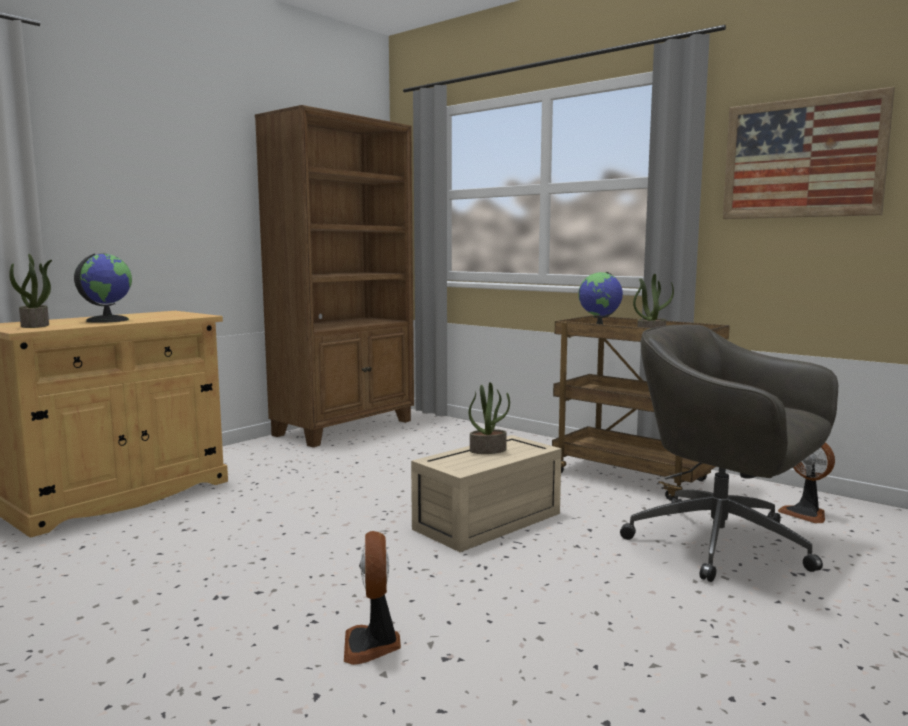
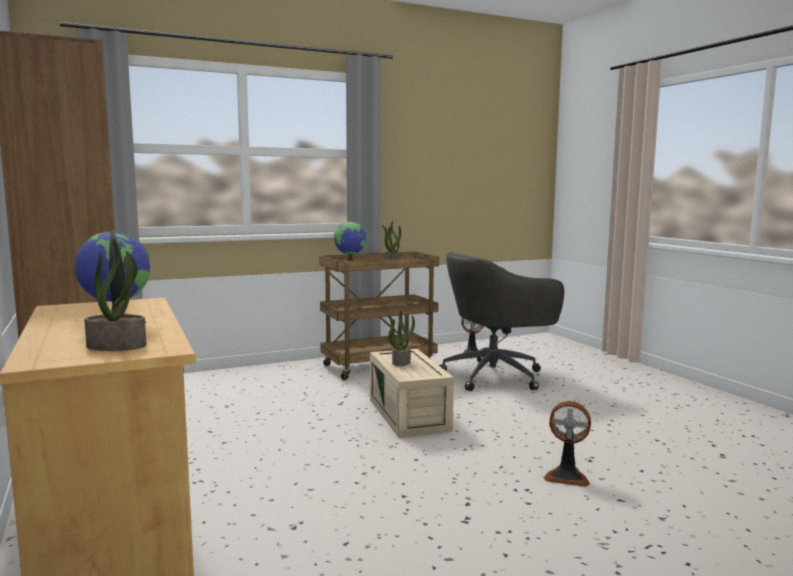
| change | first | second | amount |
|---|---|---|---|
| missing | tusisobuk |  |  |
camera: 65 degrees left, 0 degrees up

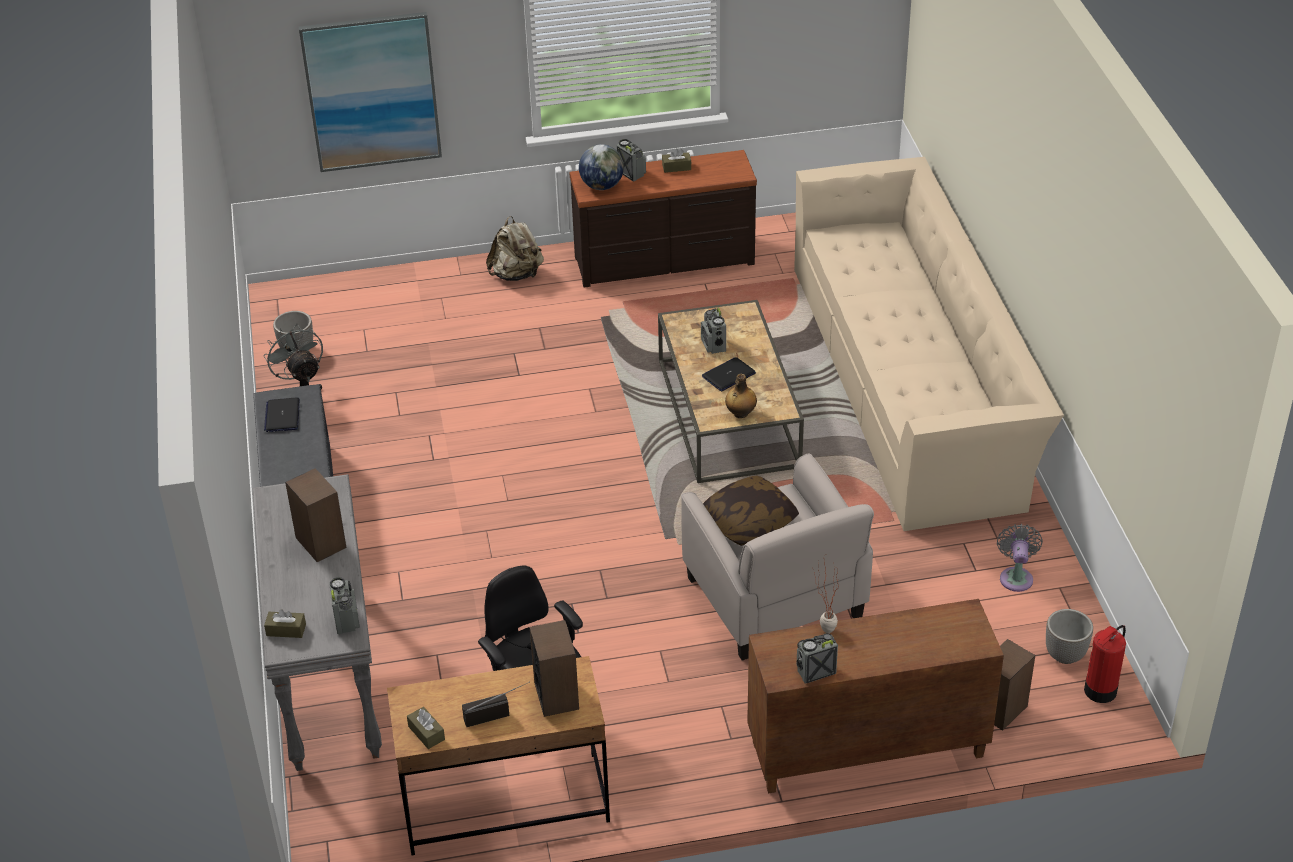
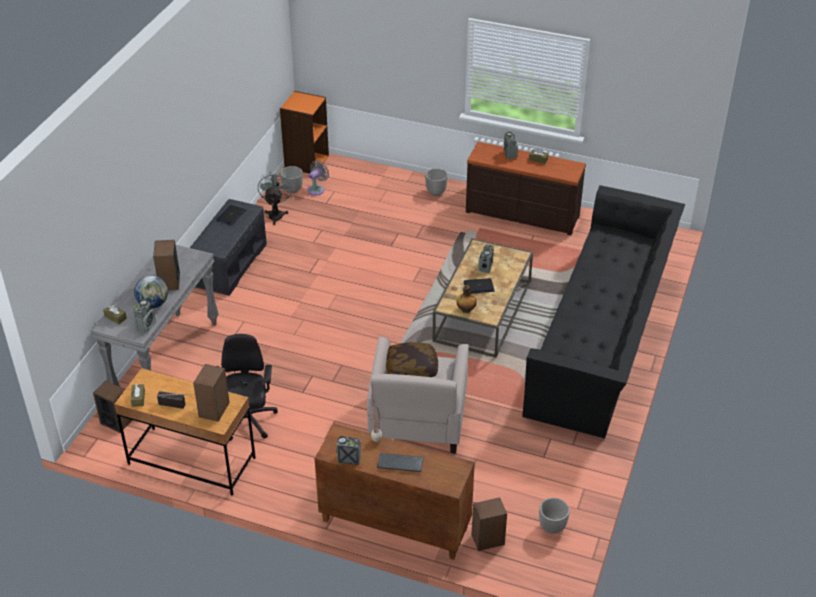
| change | first | second | amount |
|---|---|---|---|
| missing | tusisobuk |  |  |
| relocated | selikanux |  |  |
| colour | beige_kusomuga | black_kusomuga |  |
| exchanged | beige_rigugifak | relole (no. 2 from left) |  |
| relocated | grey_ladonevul (no. 2 from left) |  |  |
| missing | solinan |  |  |
| appeared |  | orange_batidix |  |
| appeared |  | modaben (no. 1 from left) |  |
| appeared |  | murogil |  |
camera: 30 degrees right, 0 degrees up

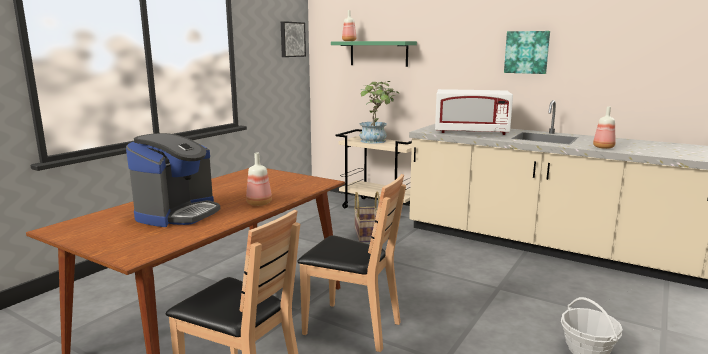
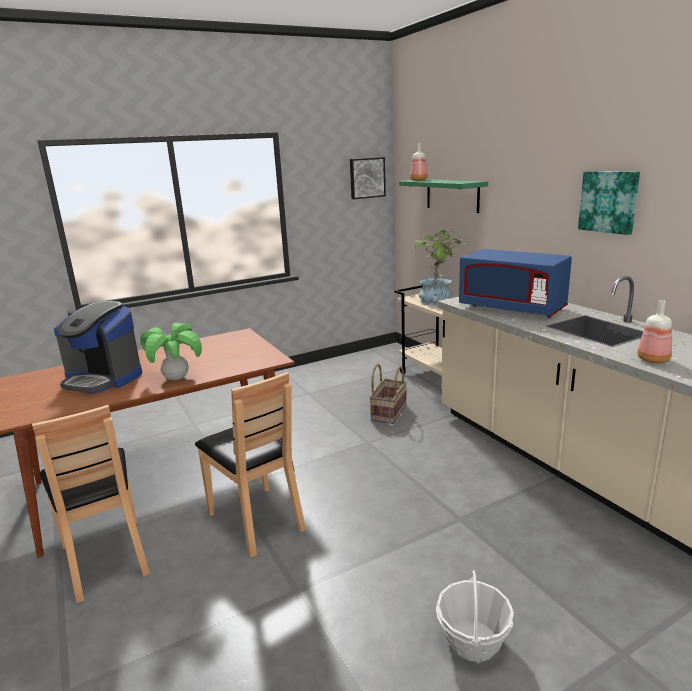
| change | first | second | amount |
|---|---|---|---|
| colour | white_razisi | blue_razisi |  |
| spun | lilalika |  | 60 degrees clockwise |
| exchanged | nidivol (no. 1 from left) | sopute (no. 1 from left) |  |
camera: 30 degrees right, 5 degrees up

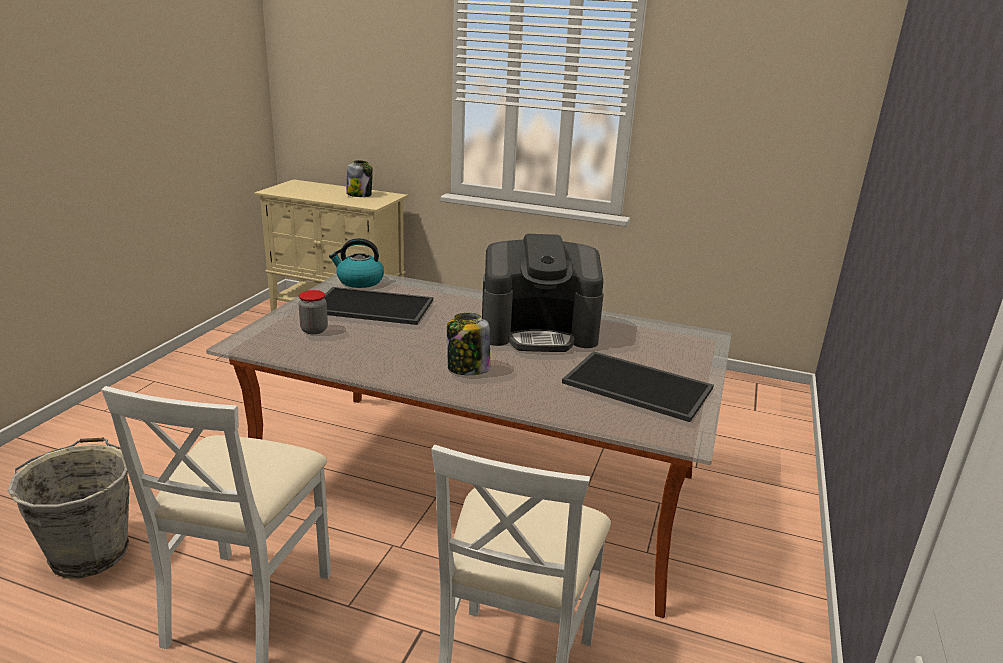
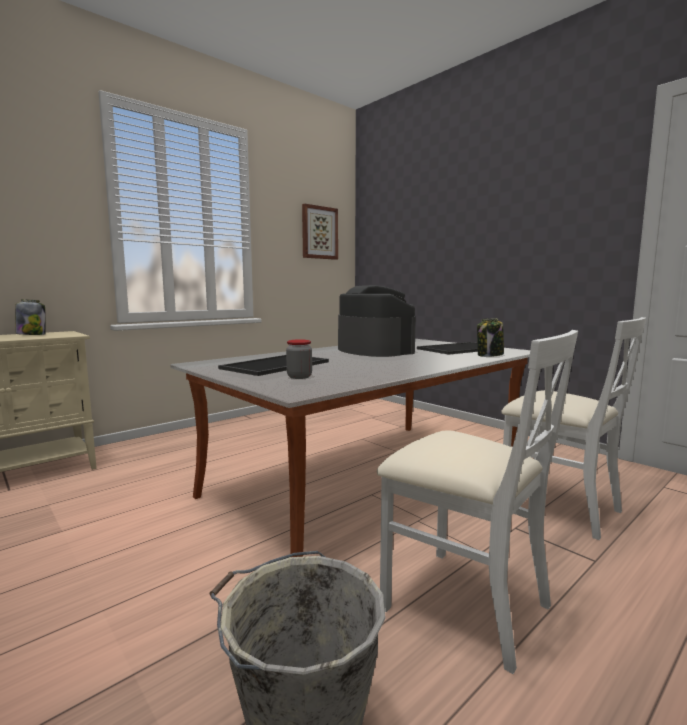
| change | first | second | amount |
|---|---|---|---|
| spun | lilalika |  | 60 degrees counterclockwise |
| missing | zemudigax |  |  |
| relocated | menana (no. 3 from left) |  |  |
| appeared |  | tusisobuk |  |
camera: 60 degrees left, 15 degrees down

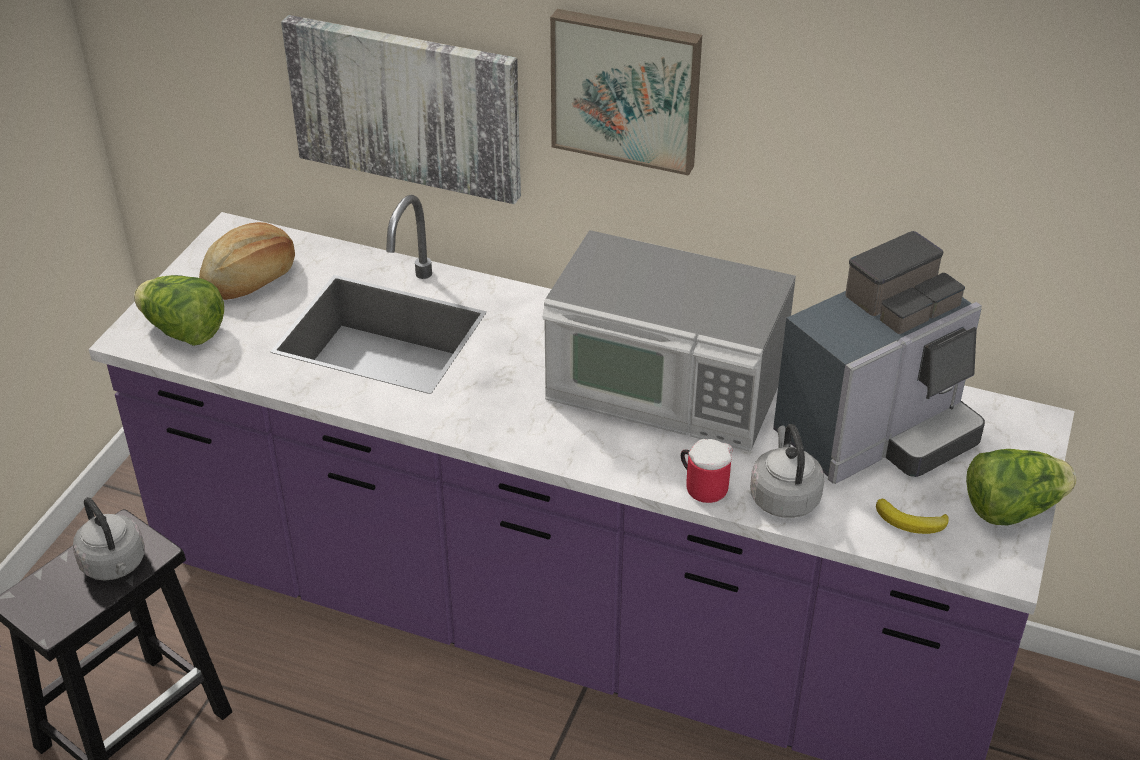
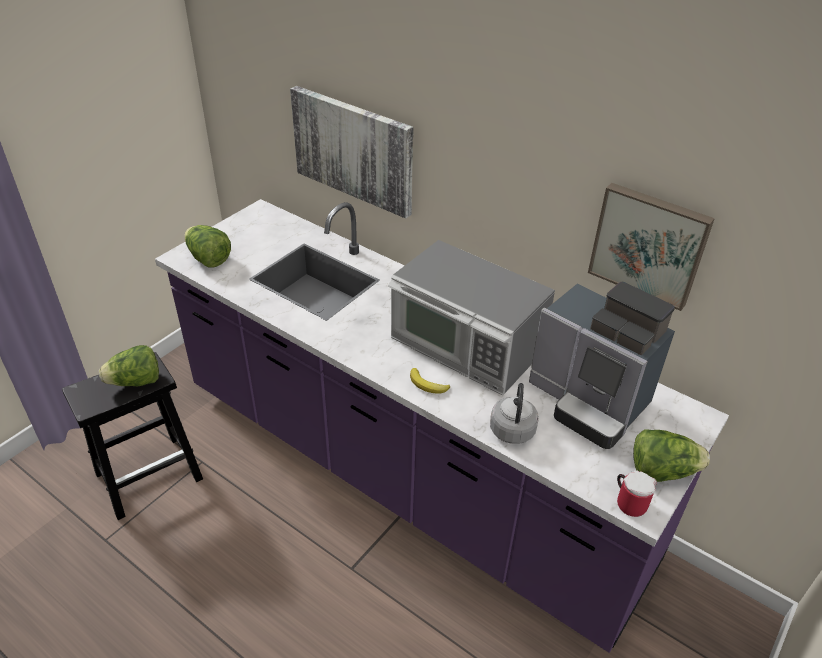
| change | first | second | amount |
|---|---|---|---|
| relocated | tusisobuk (no. 2 from left) |  |  |
| missing | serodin |  |  |
| spun | lilalika |  | 60 degrees clockwise |
| relocated | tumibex |  |  |
| exchanged | grey_zemudigax (no. 1 from left) | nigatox (no. 1 from left) |  |
| relocated | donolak |  |  |
camera: 15 degrees right, 0 degrees up

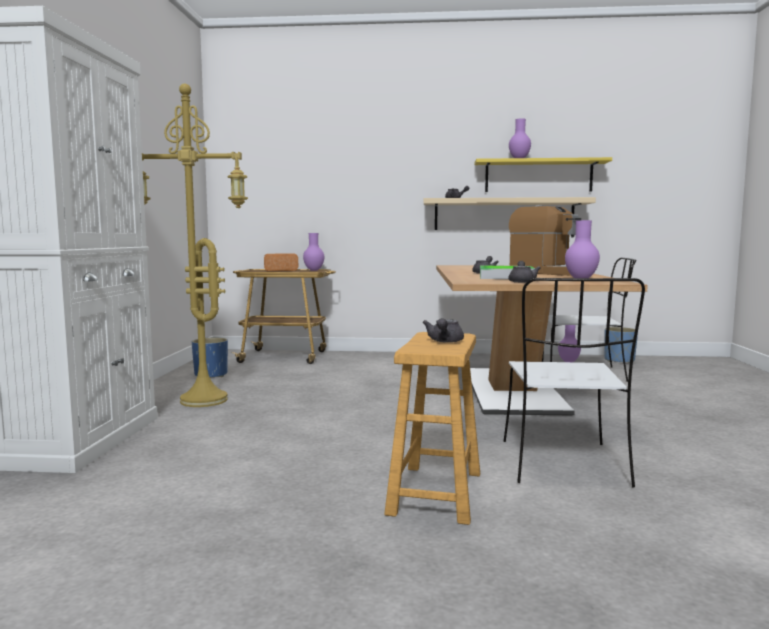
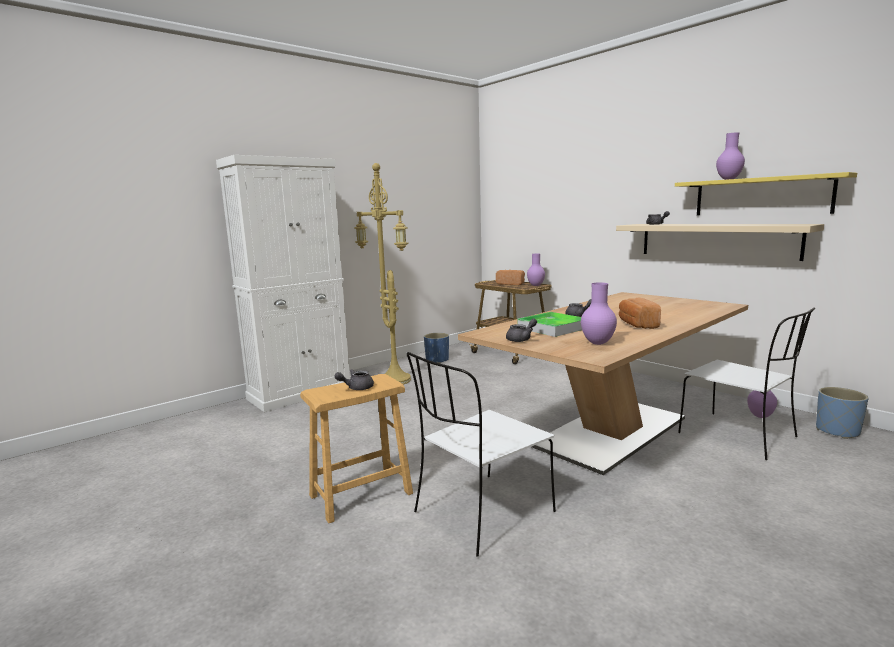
| change | first | second | amount |
|---|---|---|---|
| exchanged | lilalika | serodin (no. 2 from left) |  |
camera: 45 degrees right, 5 degrees up

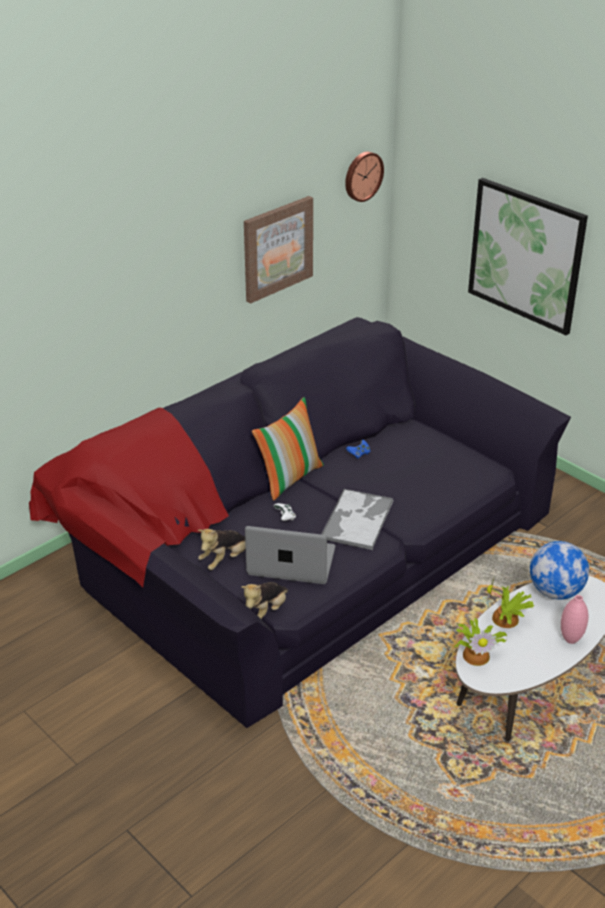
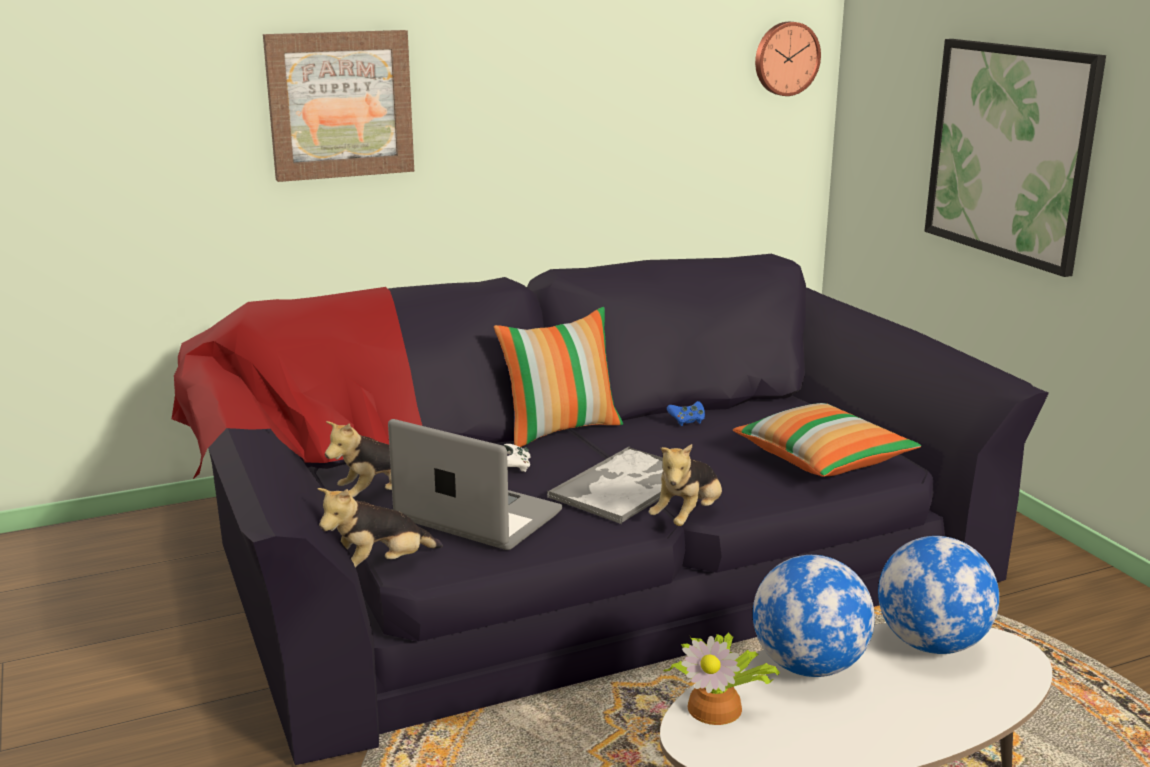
| change | first | second | amount |
|---|---|---|---|
| relocated | tusisobuk (no. 1 from left) |  |  |
| exchanged | sopute (no. 2 from left) | selikanux (no. 1 from left) |  |
| missing | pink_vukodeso |  |  |
| appeared |  | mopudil (no. 2 from left) |  |
| appeared |  | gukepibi (no. 3 from left) |  |
camera: 20 degrees right, 15 degrees down

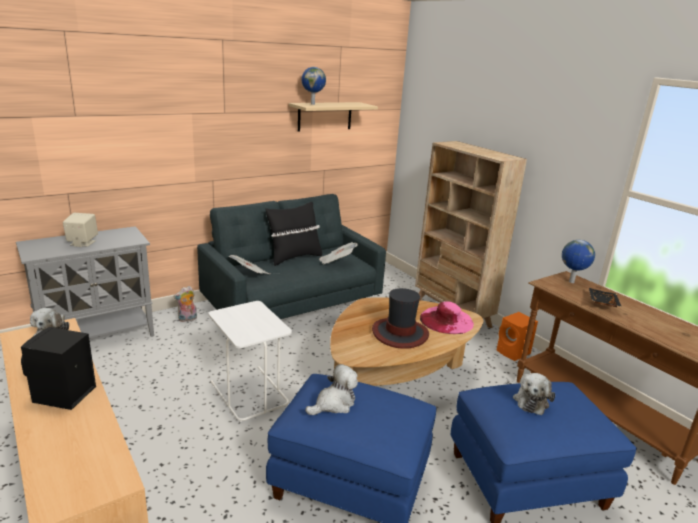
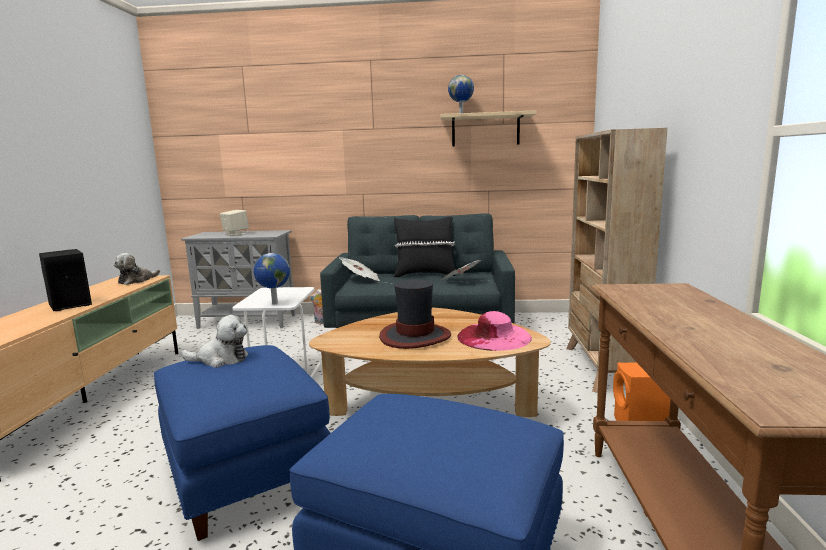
| change | first | second | amount |
|---|---|---|---|
| relocated | selikanux (no. 2 from left in the first image) | selikanux (no. 1 from left) |  |
| missing | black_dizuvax |  |  |
| missing | gukepibi (no. 4 from left) |  |  |
camera: 40 degrees right, 10 degrees down

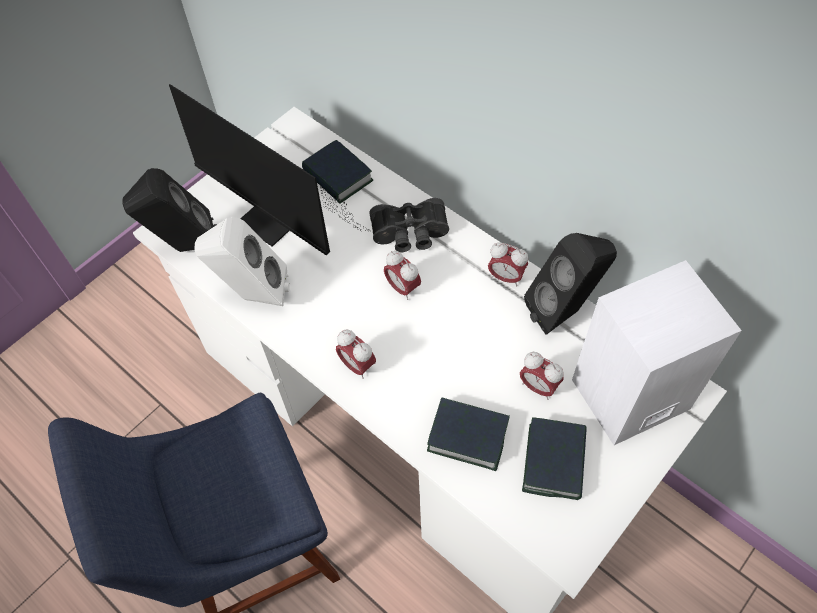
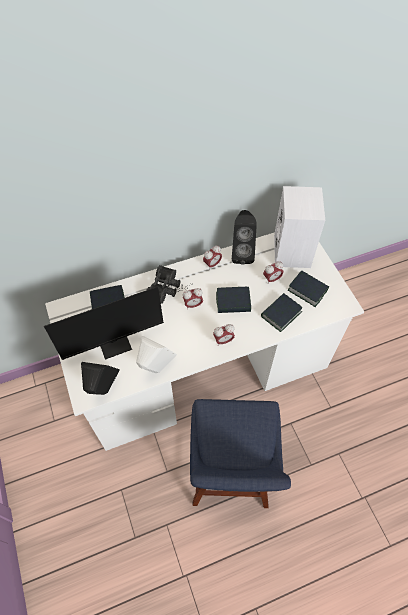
| change | first | second | amount |
|---|---|---|---|
| appeared |  | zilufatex (no. 2 from left) |  |
camera: 65 degrees left, 0 degrees up

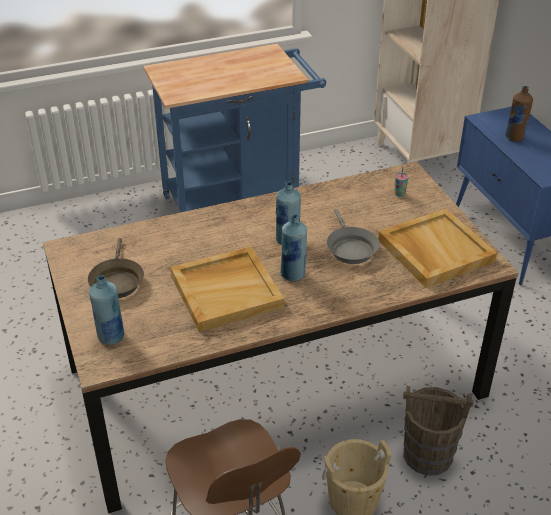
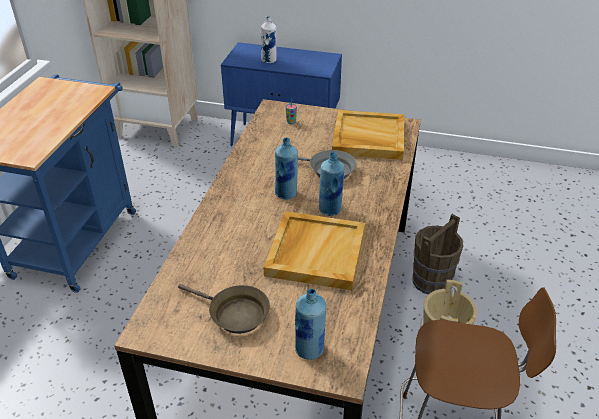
| change | first | second | amount |
|---|---|---|---|
| colour | brown_nidivol | white_nidivol |  |
camera: 55 degrees left, 0 degrees up

